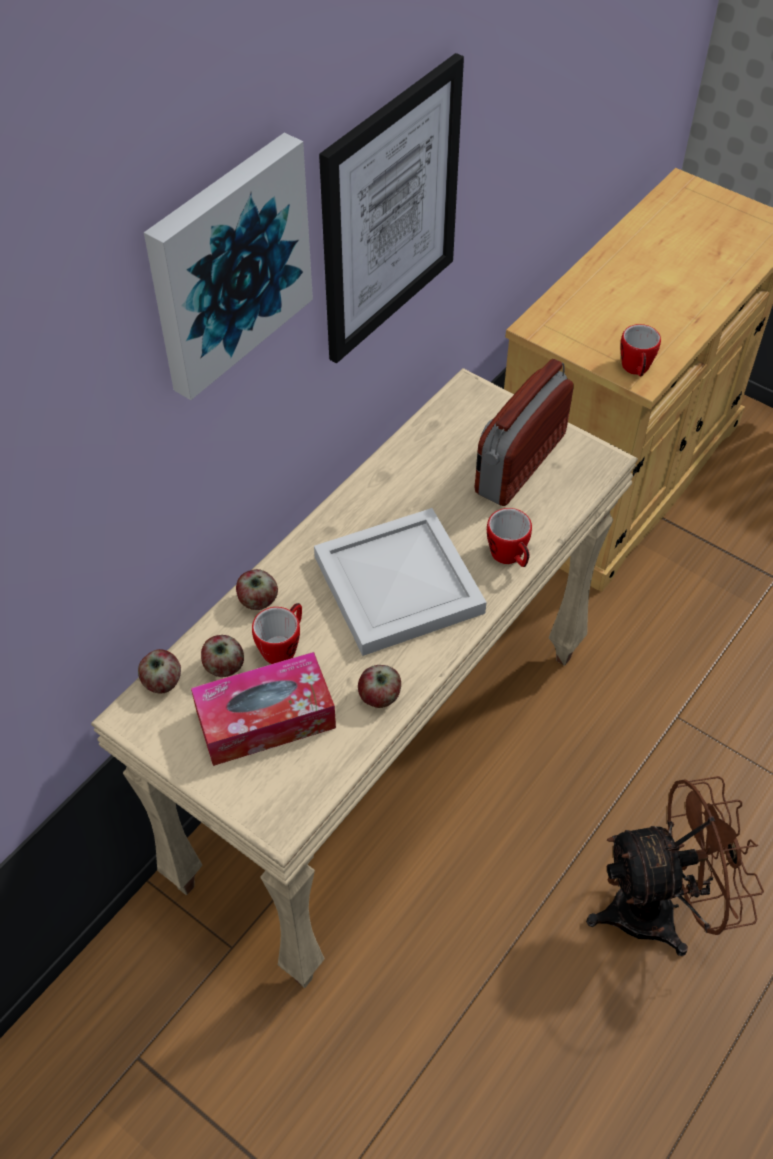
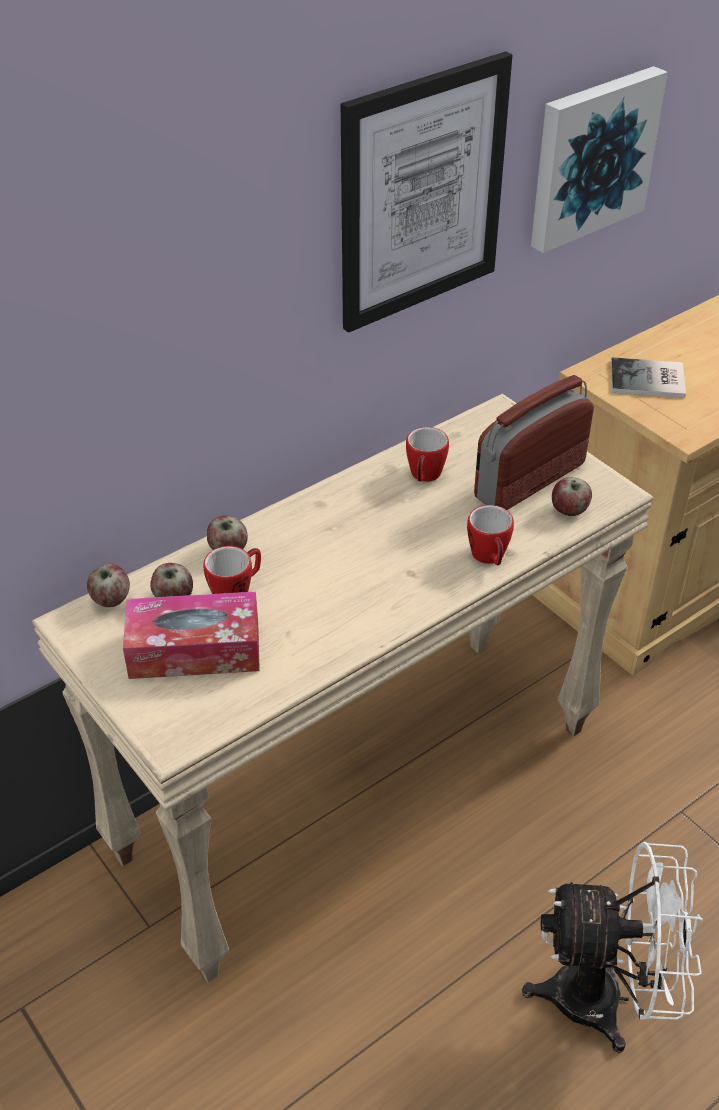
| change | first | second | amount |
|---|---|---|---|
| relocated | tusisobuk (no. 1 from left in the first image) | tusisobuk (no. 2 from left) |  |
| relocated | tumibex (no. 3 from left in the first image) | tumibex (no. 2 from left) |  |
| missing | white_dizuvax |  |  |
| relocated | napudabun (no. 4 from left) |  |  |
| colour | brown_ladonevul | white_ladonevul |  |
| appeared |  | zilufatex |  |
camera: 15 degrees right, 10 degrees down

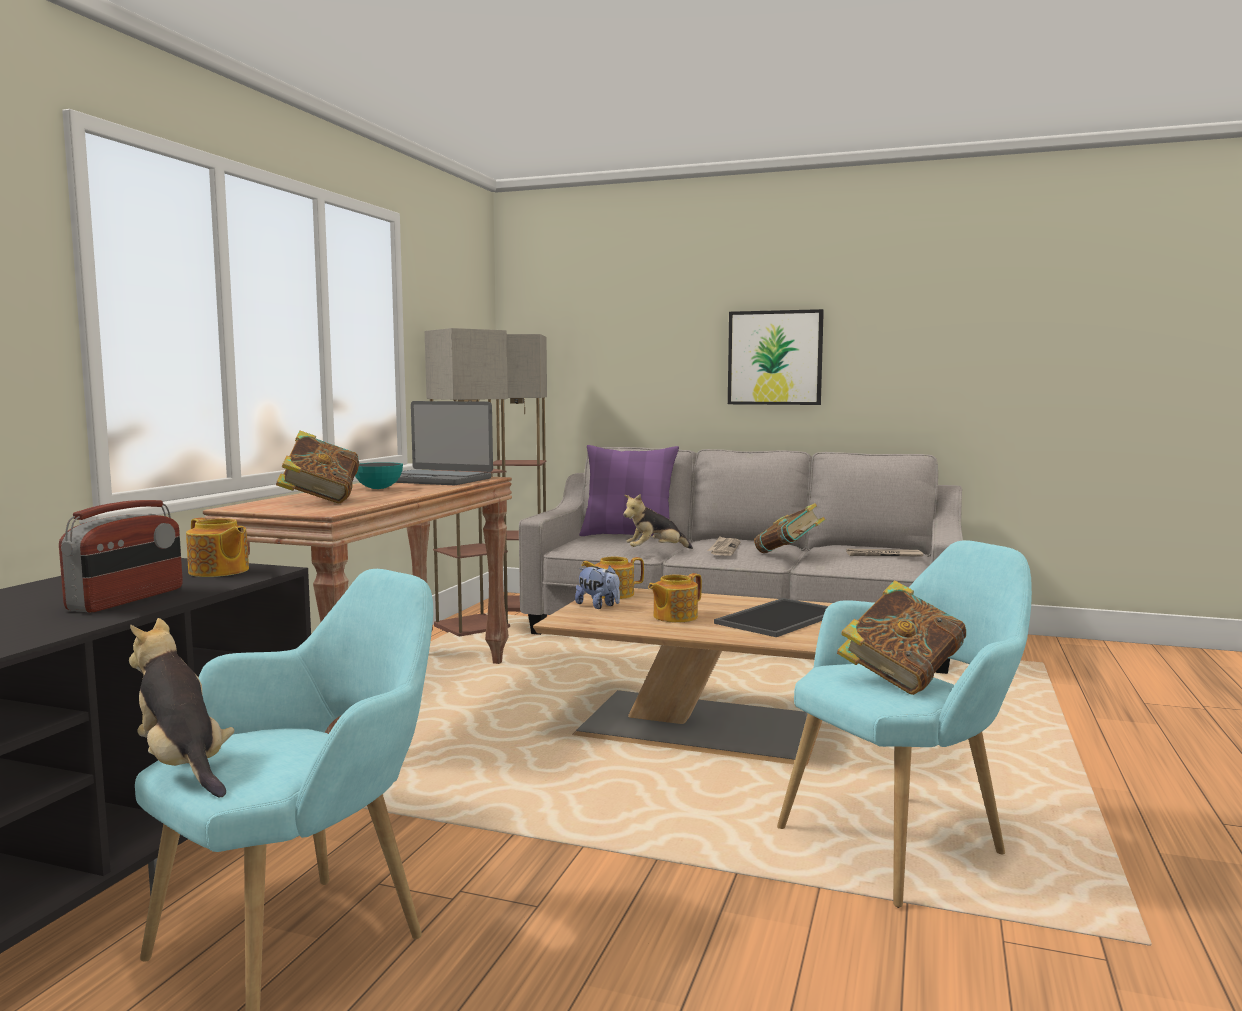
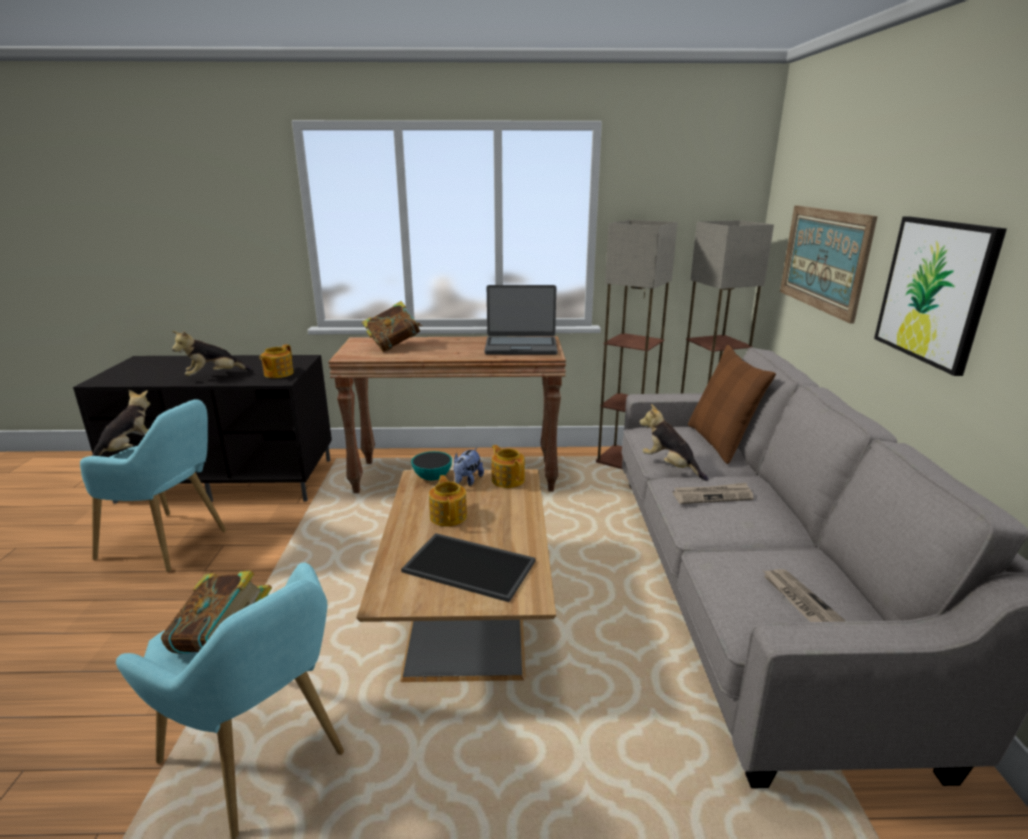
| change | first | second | amount |
|---|---|---|---|
| spun | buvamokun |  | 90 degrees counterclockwise |
| colour | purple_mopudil | brown_mopudil |  |
| relocated | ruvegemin |  |  |
| exchanged | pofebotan | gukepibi (no. 2 from left) |  |
| missing | zilufatex (no. 2 from left) |  |  |
| spun | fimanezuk (no. 3 from left in the first image) | fimanezuk (no. 2 from left) | 45 degrees clockwise |
| appeared |  | tusisobuk (no. 1 from left) |  |
camera: 70 degrees right, 15 degrees up

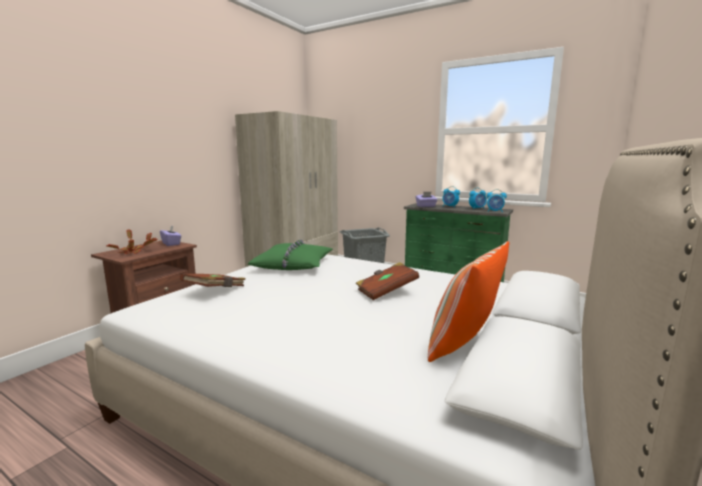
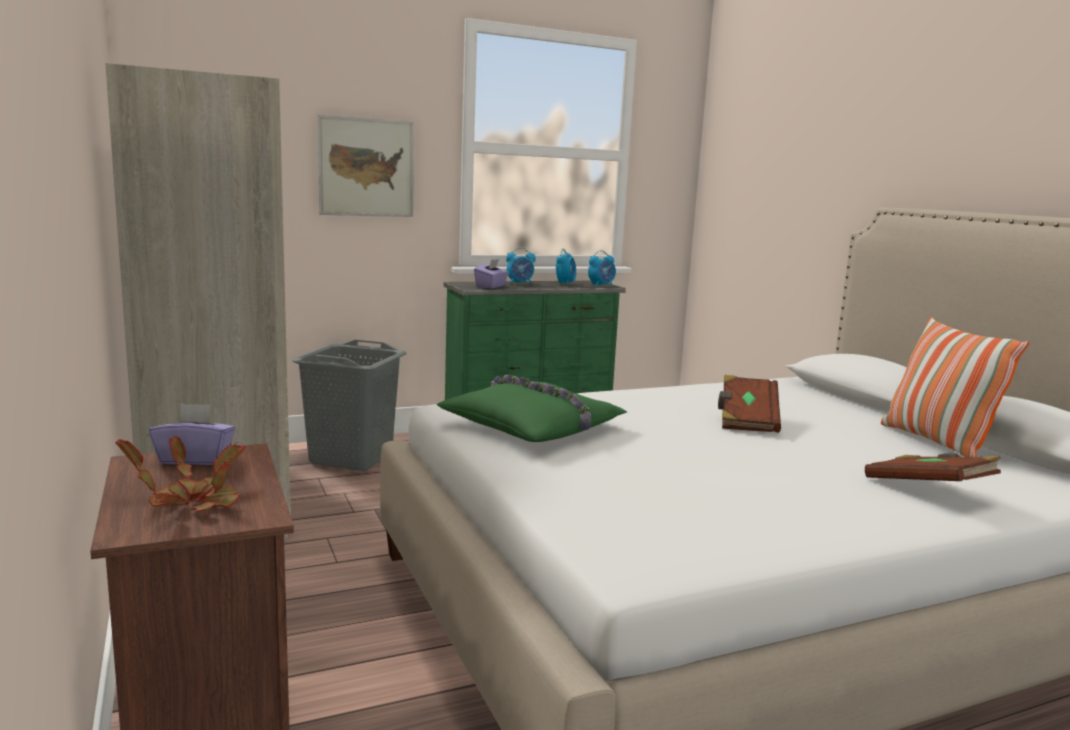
| change | first | second | amount |
|---|---|---|---|
| relocated | brown_zilufatex (no. 1 from left in the first image) | brown_zilufatex (no. 2 from left) |  |
| appeared |  | tusisobuk |  |
camera: 55 degrees left, 0 degrees up

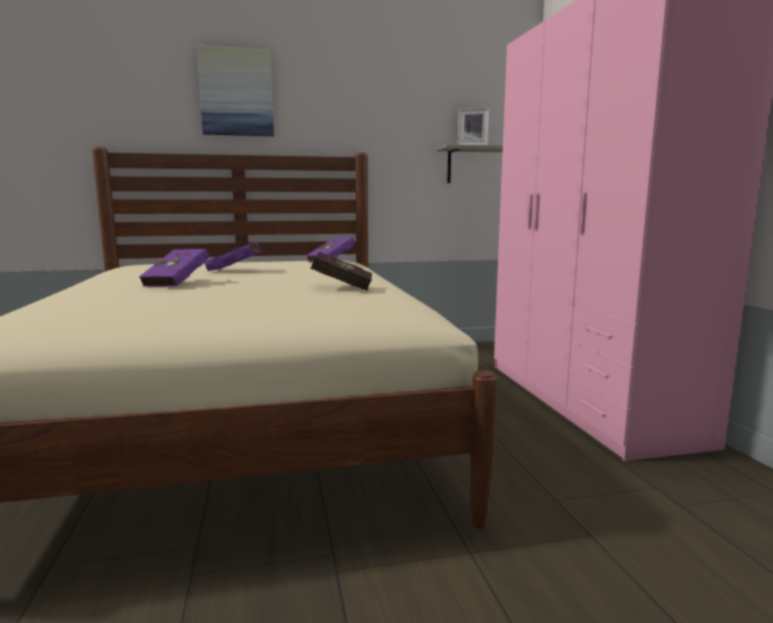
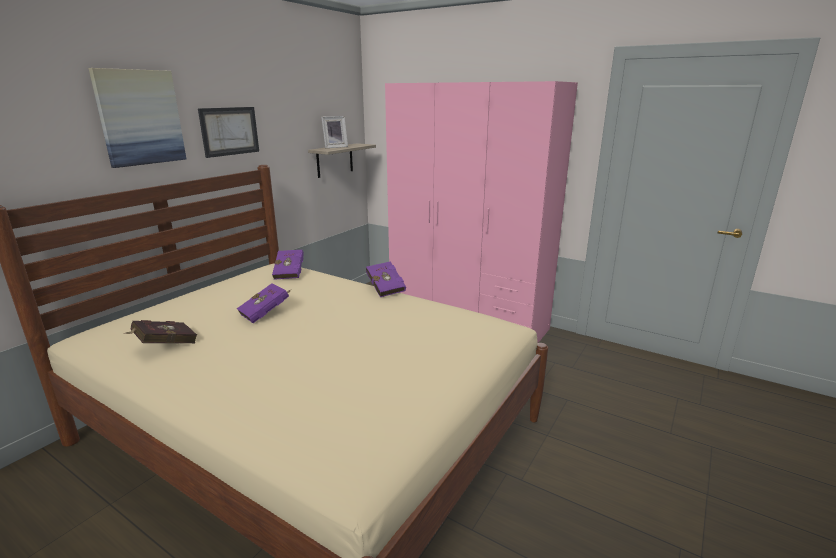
| change | first | second | amount |
|---|---|---|---|
| relocated | purple_zilufatex (no. 1 from left in the first image) | purple_zilufatex (no. 3 from left) |  |
| relocated | red_zilufatex |  |  |
| appeared |  | tusisobuk (no. 2 from left) |  |
camera: 45 degrees left, 10 degrees up

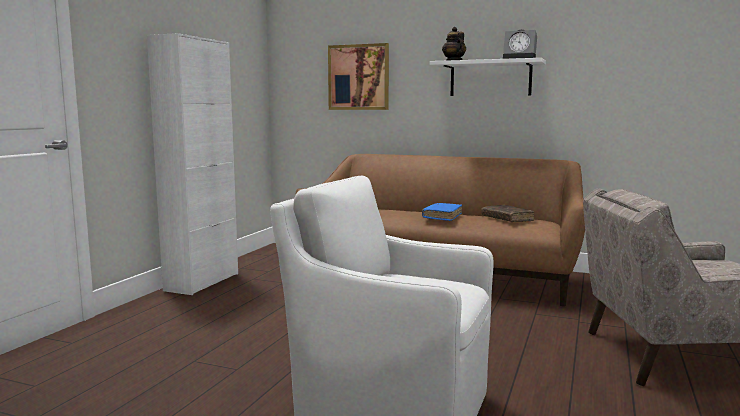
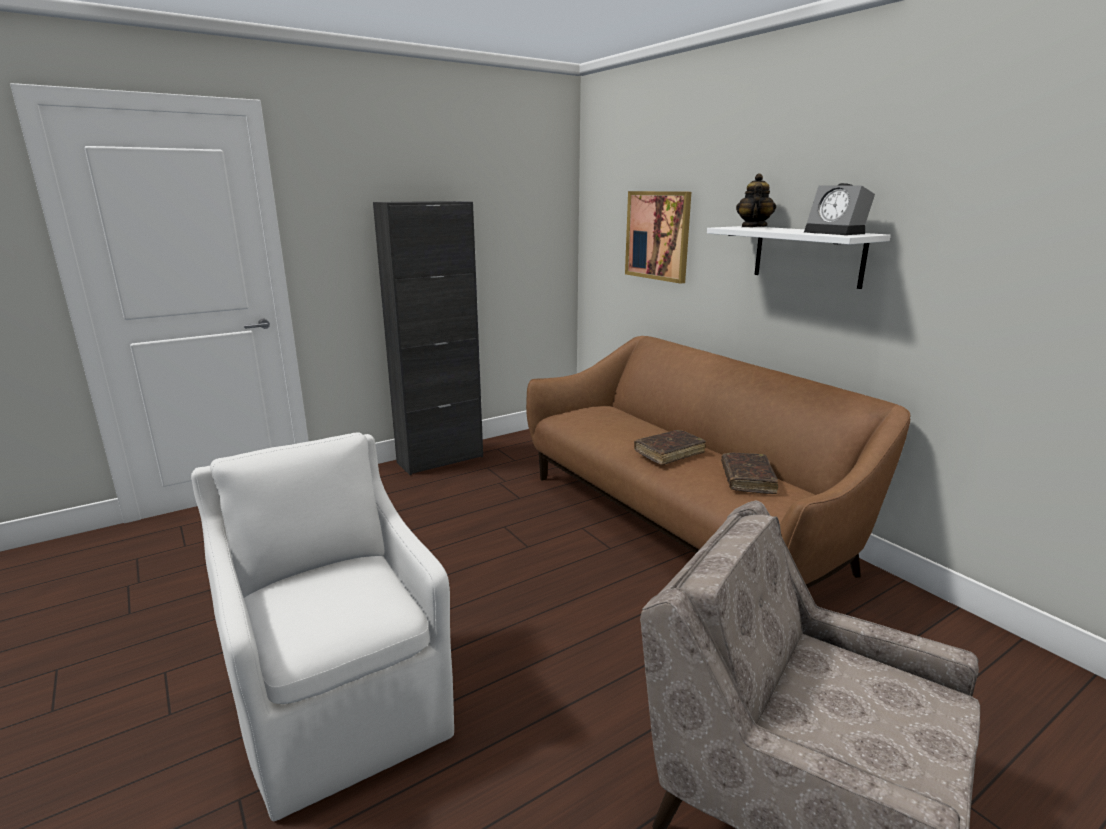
| change | first | second | amount |
|---|---|---|---|
| colour | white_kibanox | black_kibanox |  |
| colour | blue_zilufatex | brown_zilufatex (no. 1 from left) |  |
camera: 35 degrees right, 10 degrees up

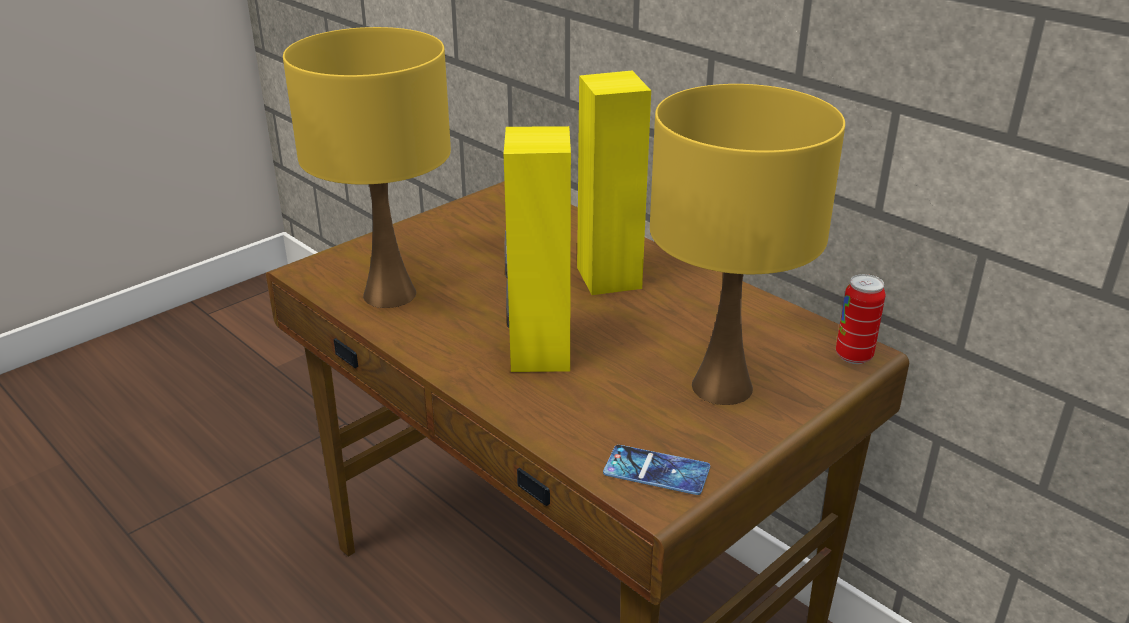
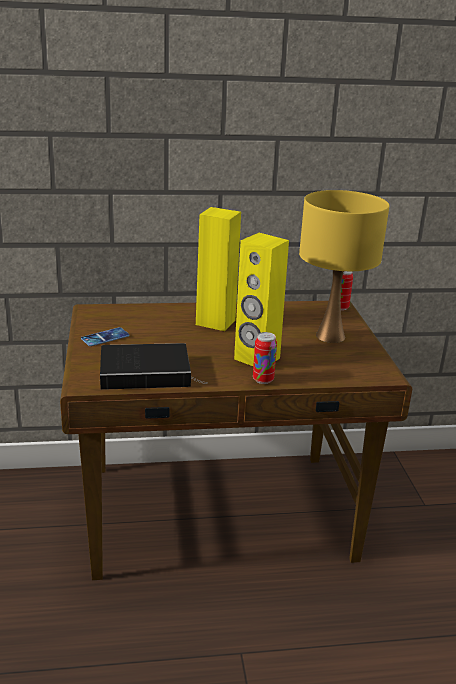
| change | first | second | amount |
|---|---|---|---|
| exchanged | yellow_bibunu (no. 1 from left) | zilufatex |  |
| relocated | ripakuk |  |  |
| appeared |  | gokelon (no. 1 from left) |  |
camera: 55 degrees left, 5 degrees down

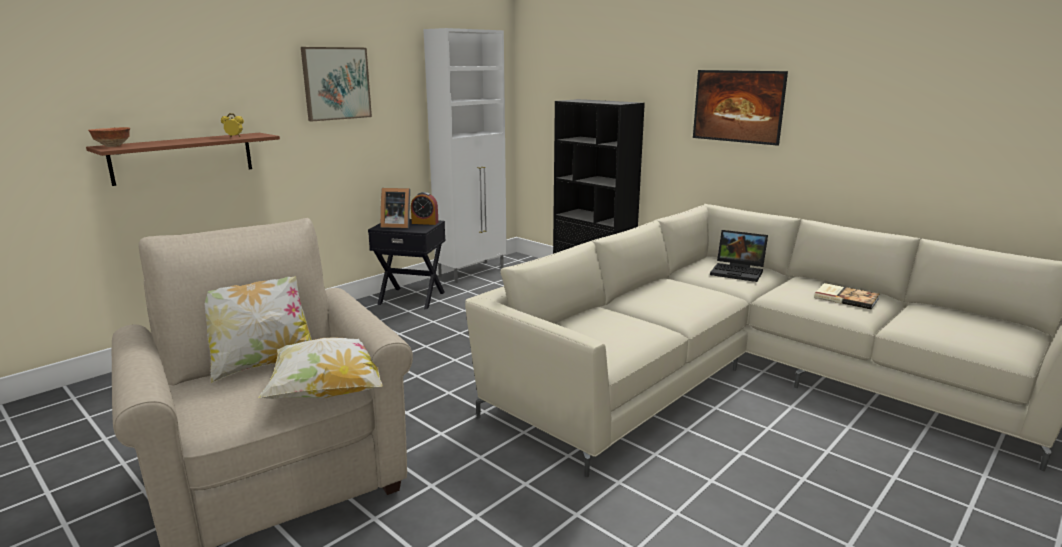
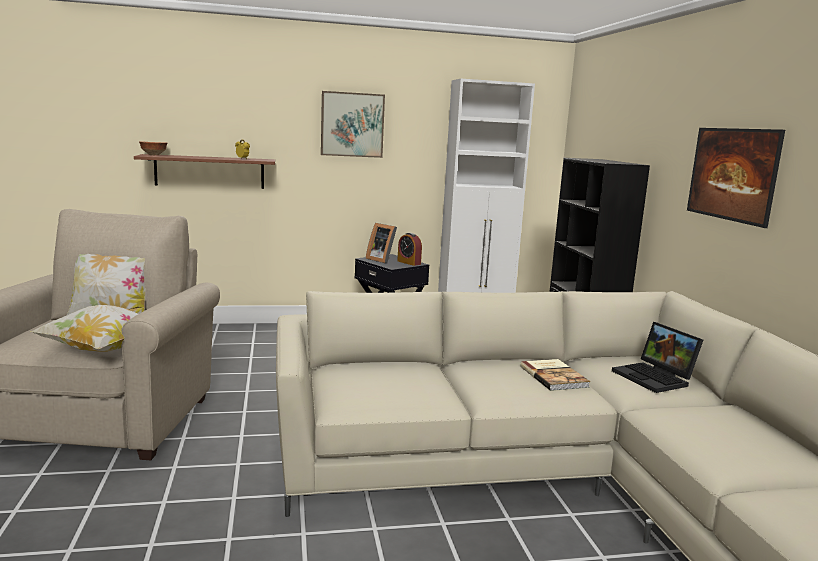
| change | first | second | amount |
|---|---|---|---|
| relocated | zilufatex |  |  |
camera: 35 degrees right, 5 degrees down

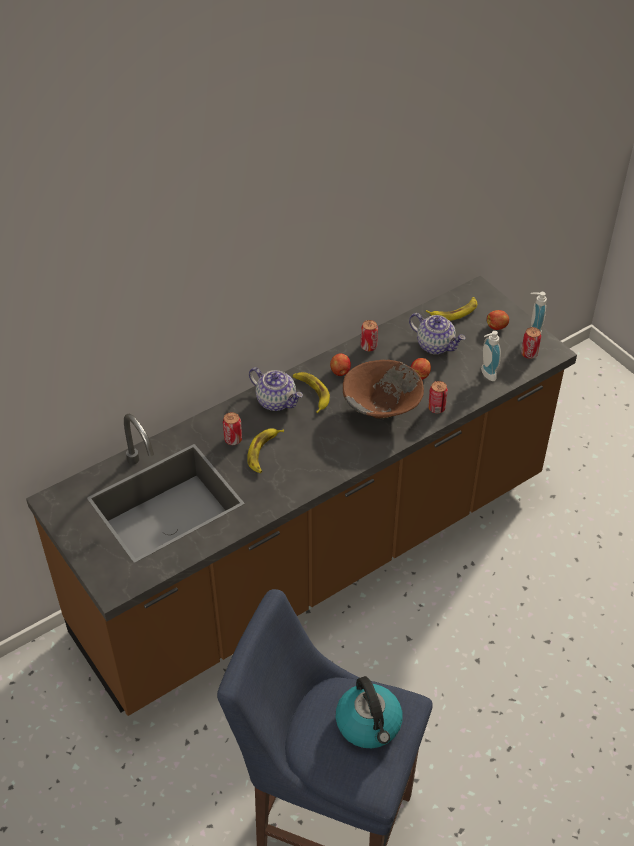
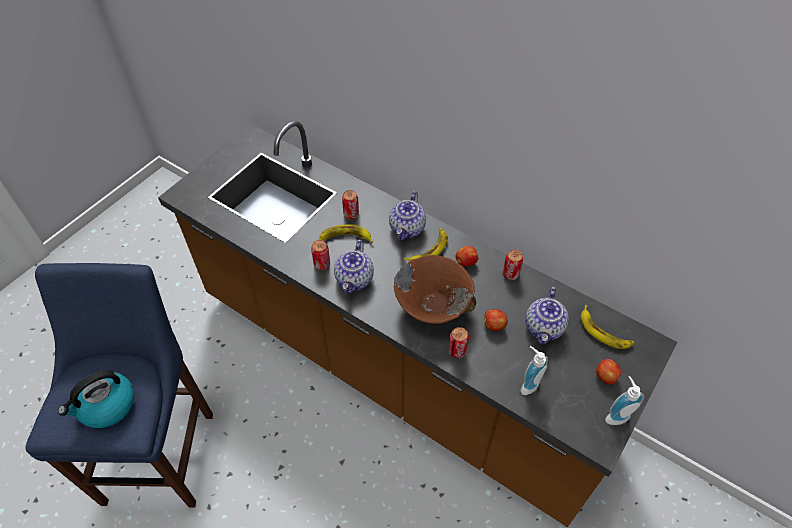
| change | first | second | amount |
|---|---|---|---|
| relocated | gokelon (no. 4 from left in the first image) | gokelon (no. 1 from left) |  |
| appeared |  | fimanezuk (no. 1 from left) |  |
camera: 70 degrees right, 5 degrees up

